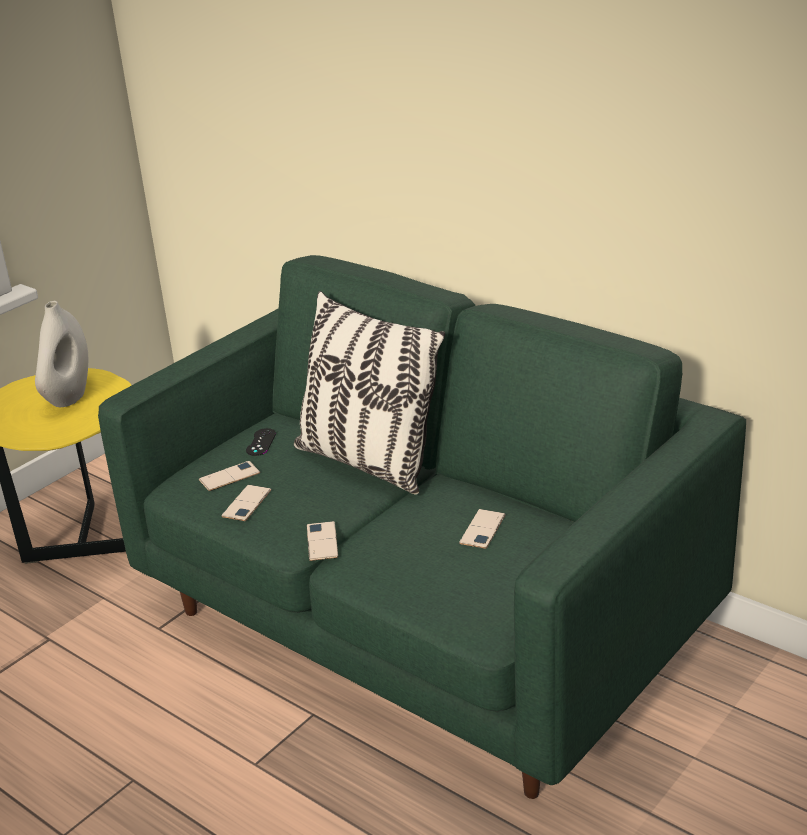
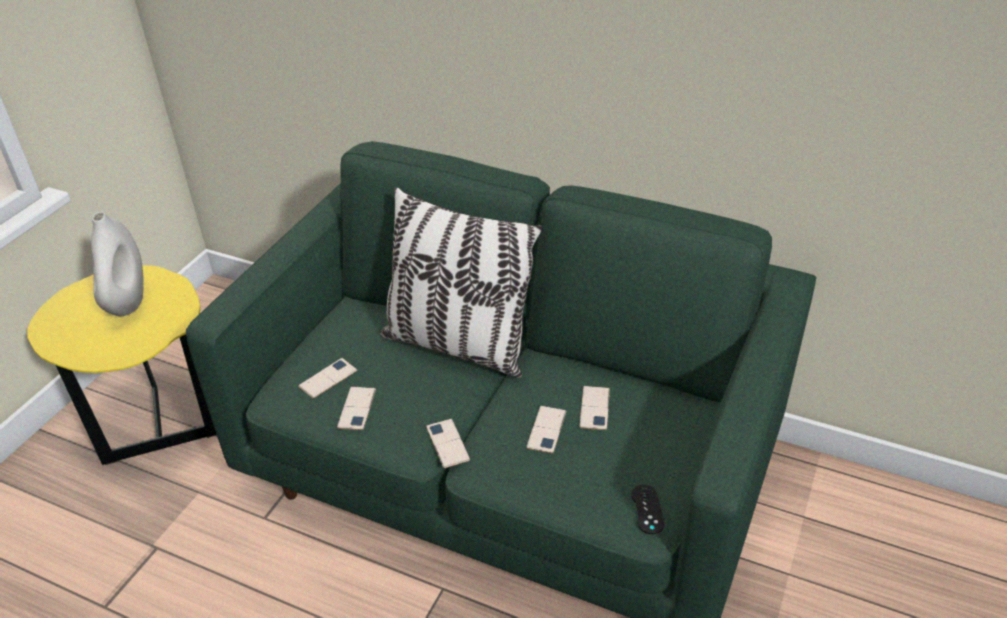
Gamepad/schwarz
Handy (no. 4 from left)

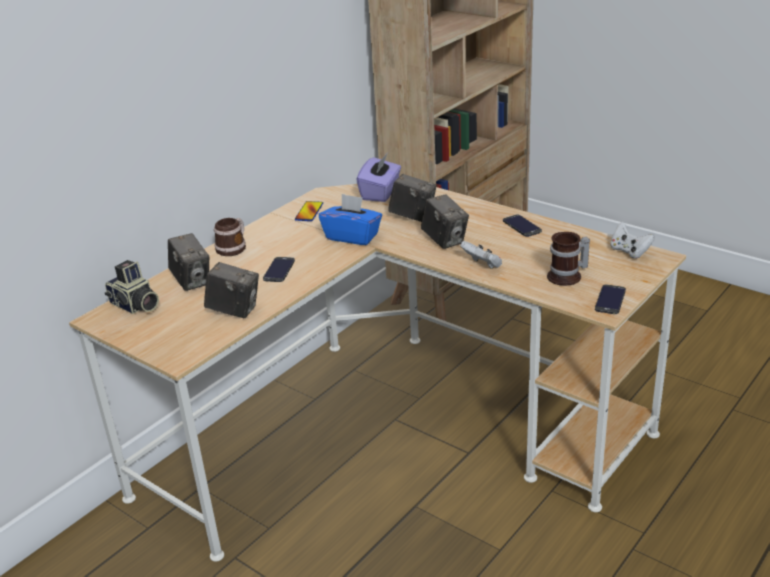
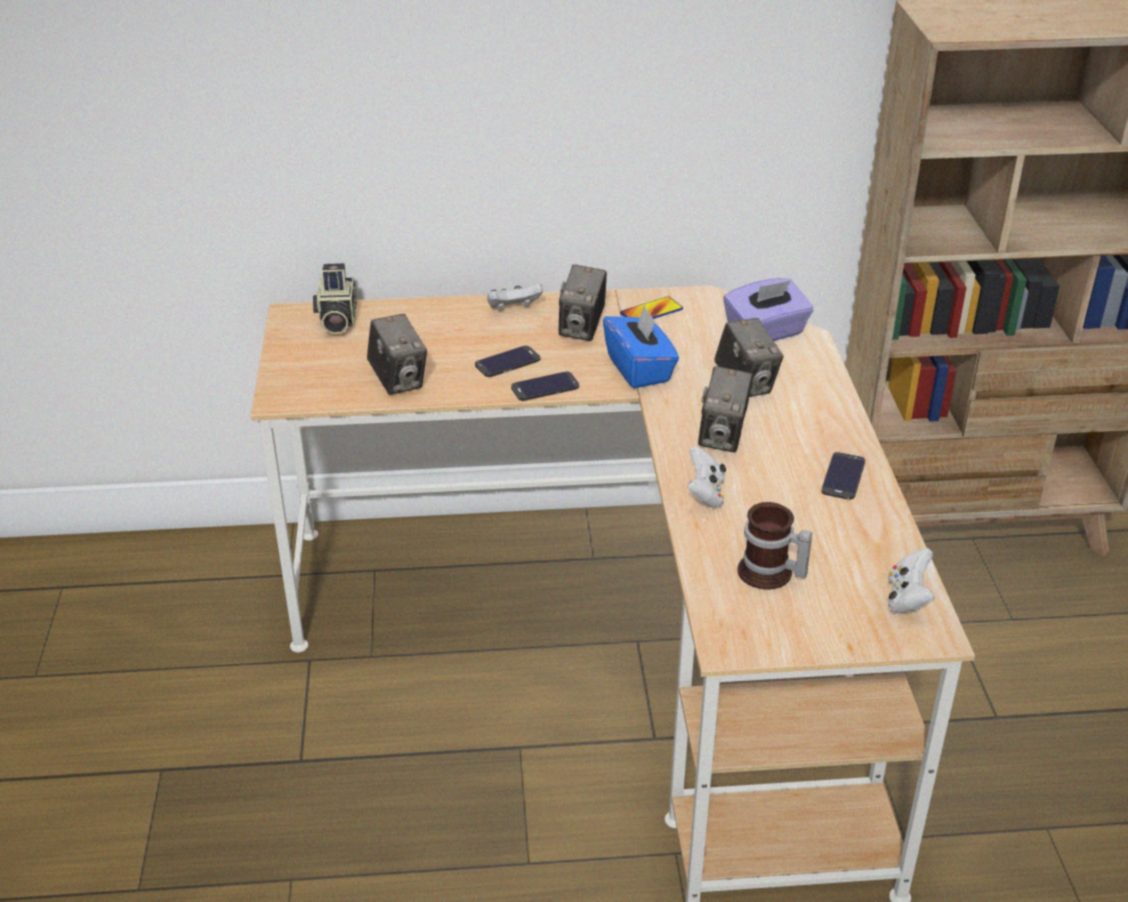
Kamera (no. 3 from left)
Gamepad/weiß (no. 1 from left)
Handy (no. 2 from left)

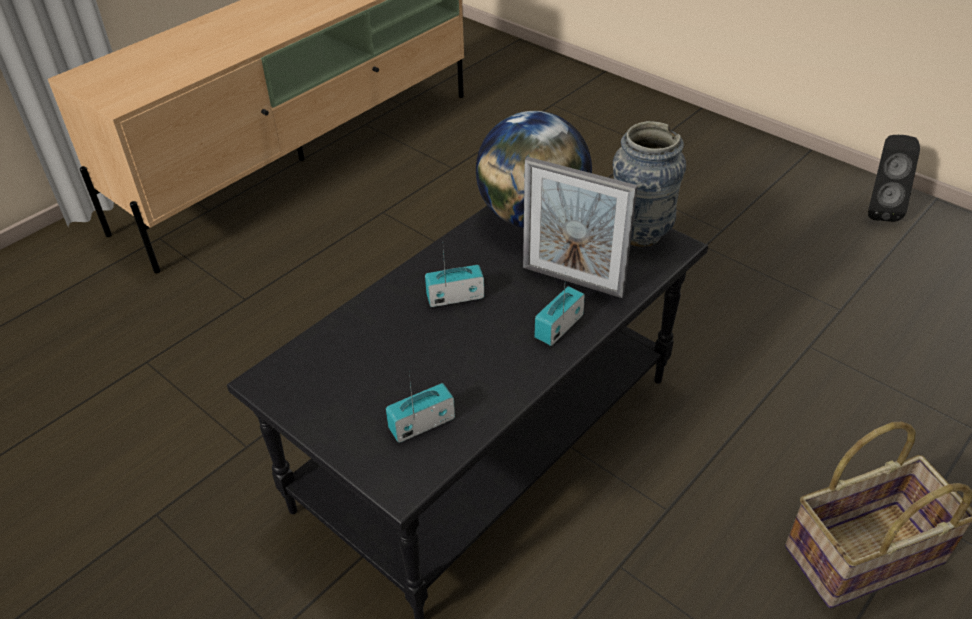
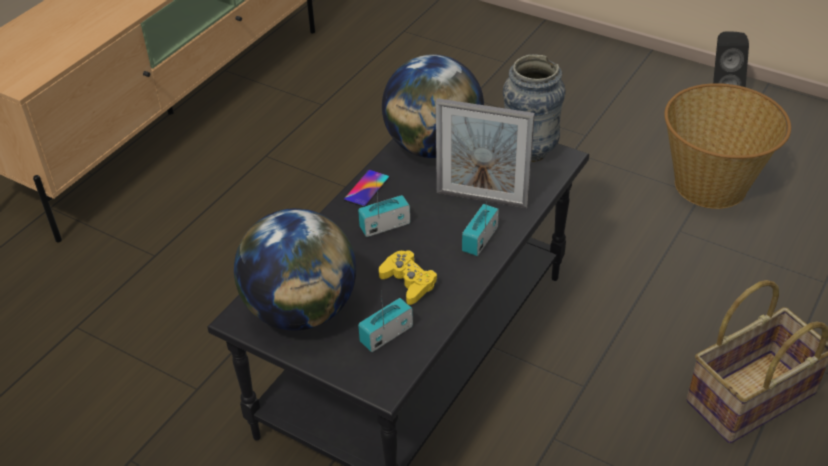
Globus (no. 1 from left)
Handy
Gamepad/gelb
Korb (no. 1 from left)

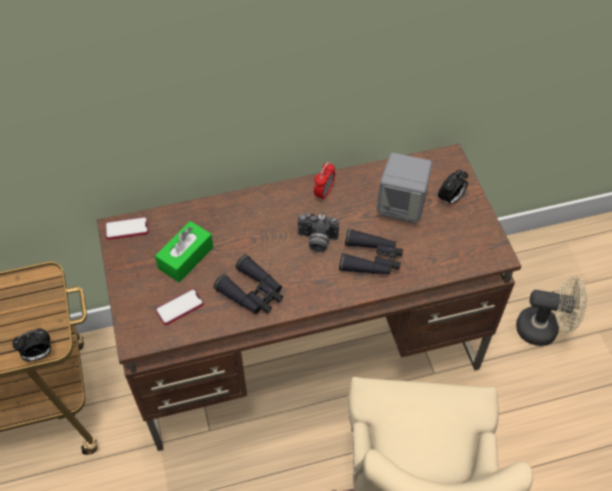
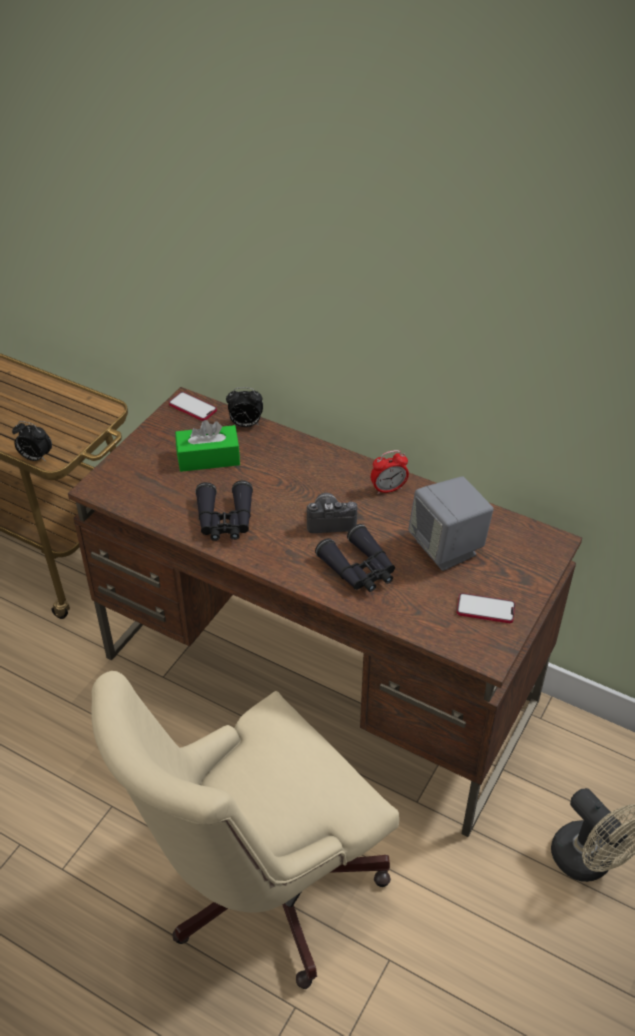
Handy (no. 2 from left)
Kamera
Wecker (no. 2 from left)

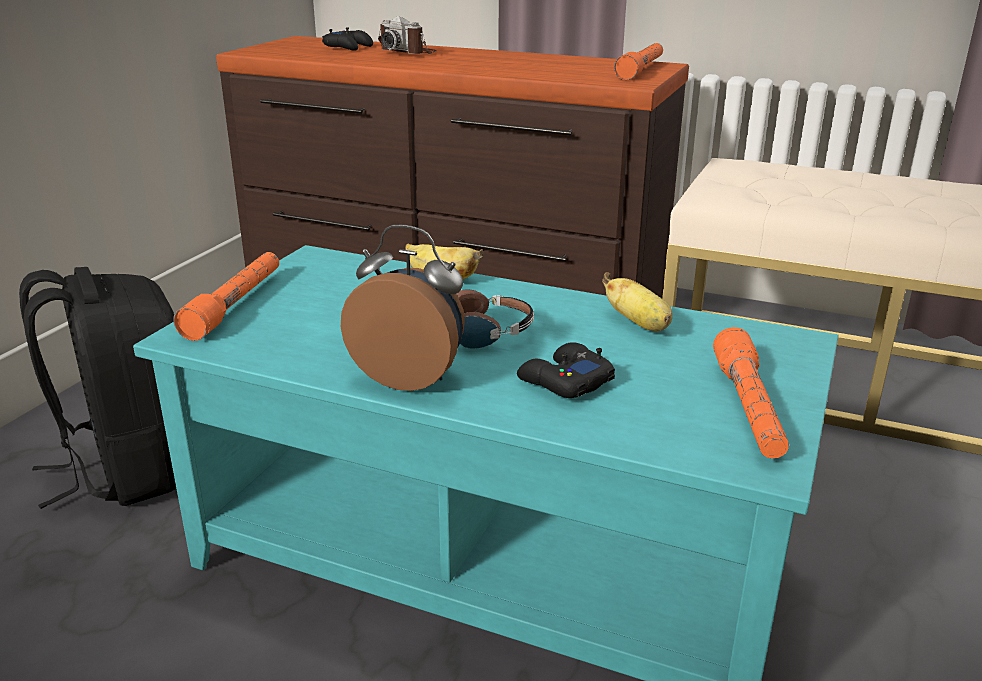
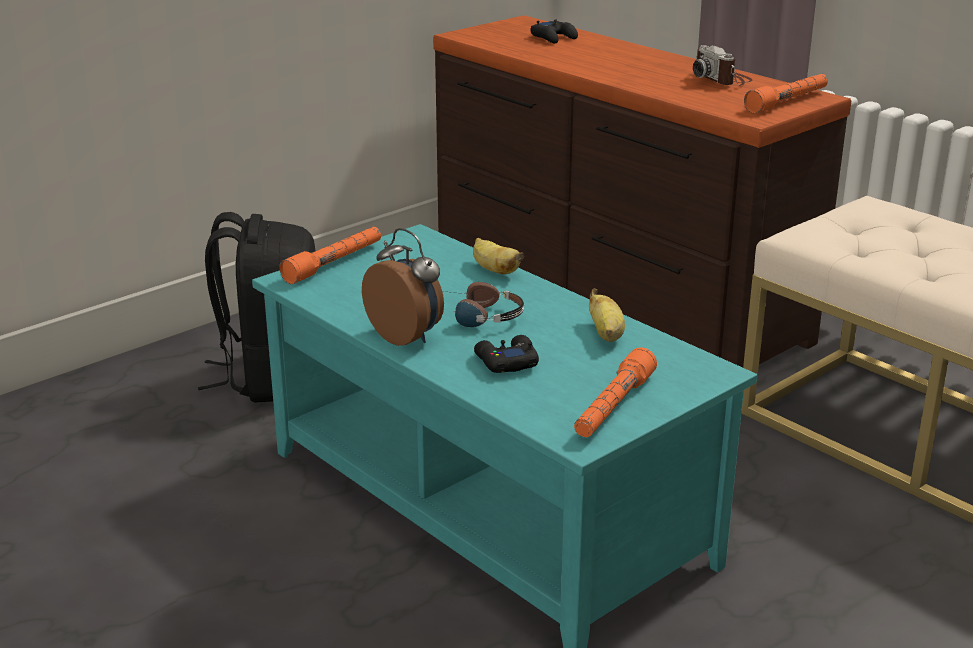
Kamera

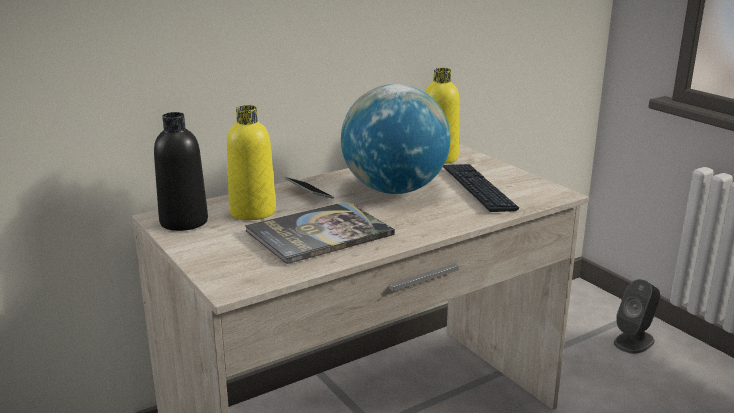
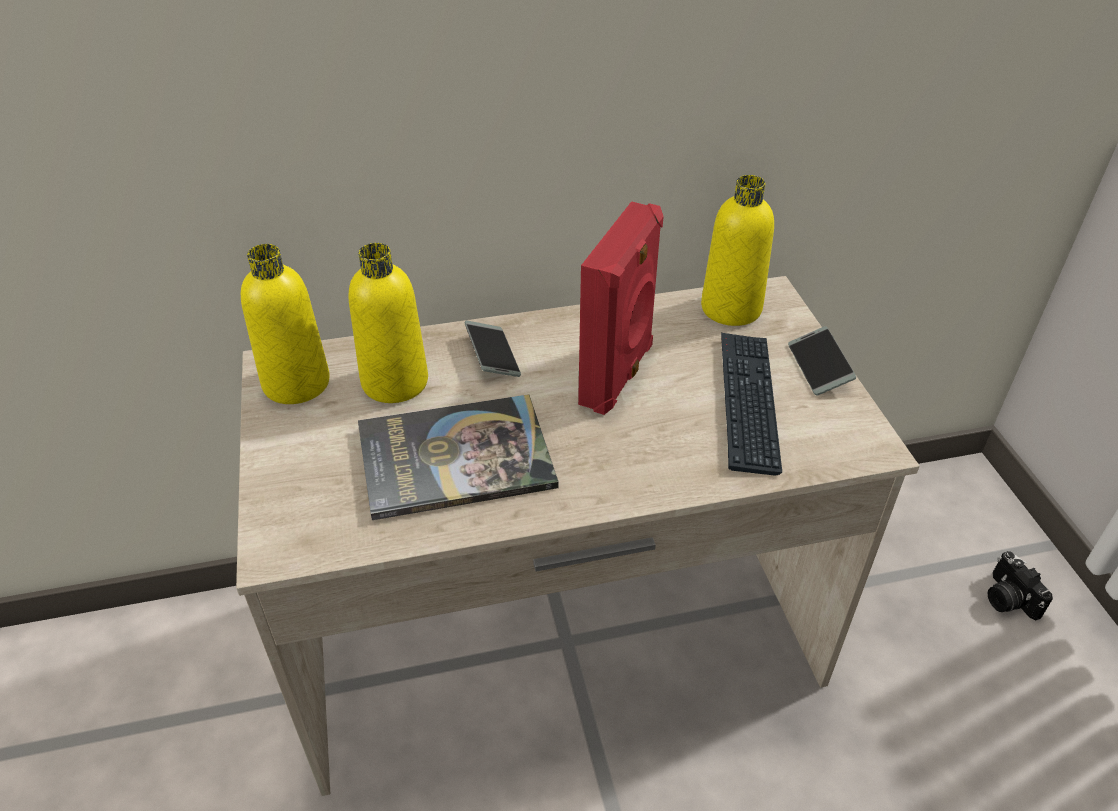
Flasche/gelb (no. 1 from left)
Lautsprecher/rot
Kamera
Handy (no. 2 from left)

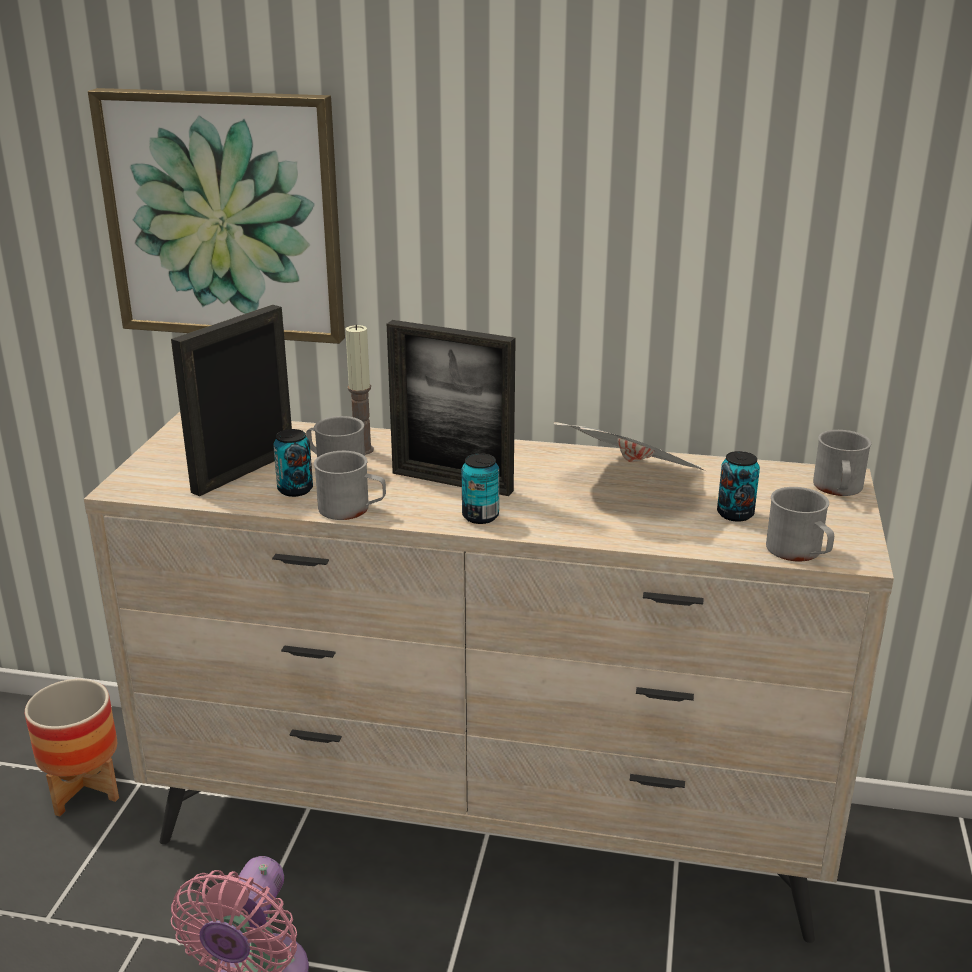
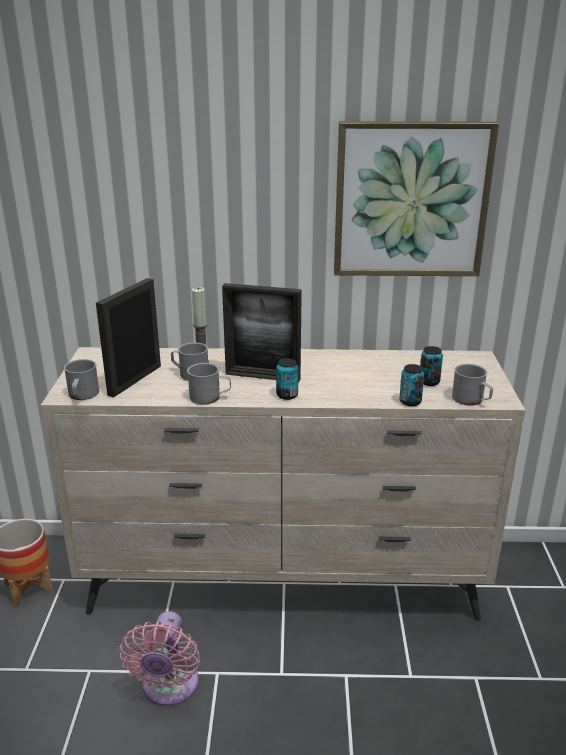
Bild
Dose (no. 2 from left)
Zeitung
Henkelbecher/grau (no. 1 from left)

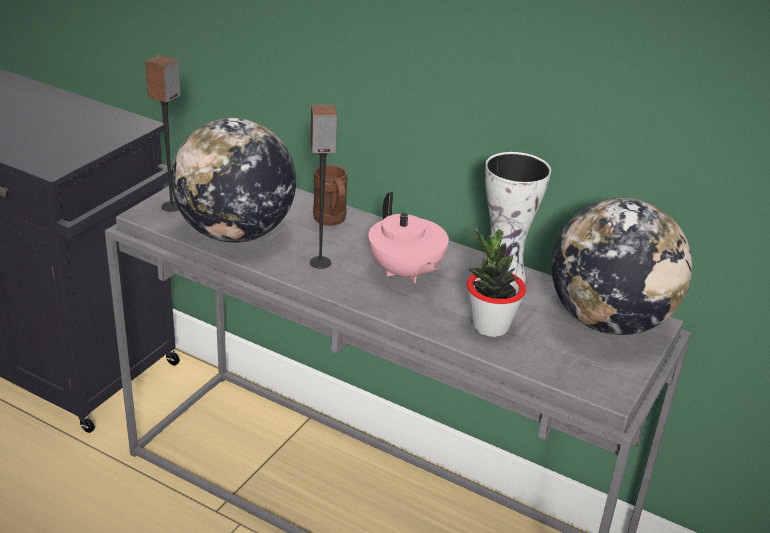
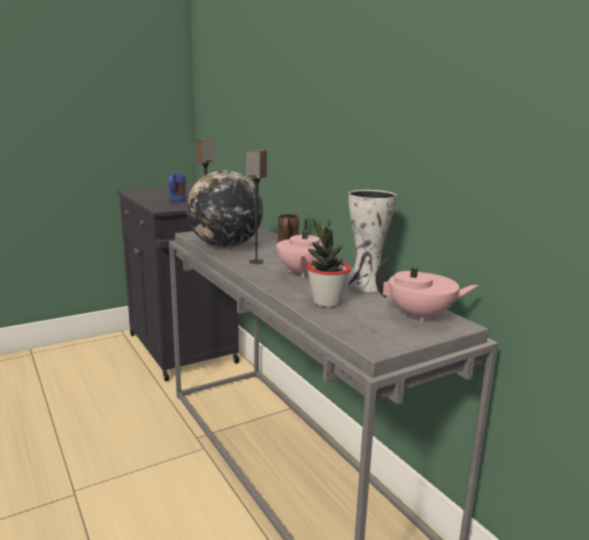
Teekanne/rosa (no. 2 from left)
Henkelbecher/blau

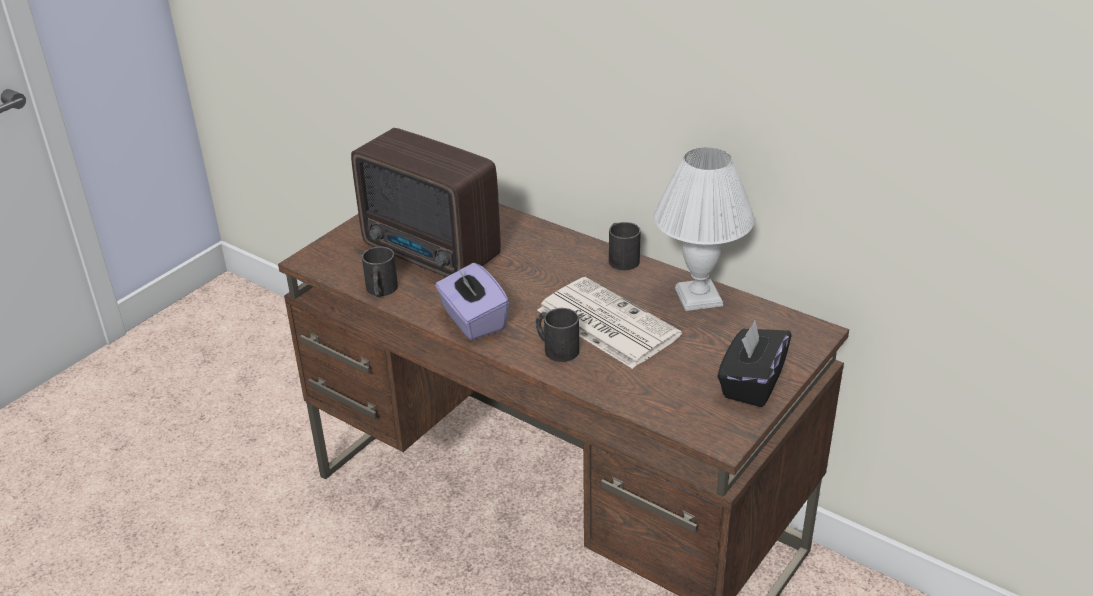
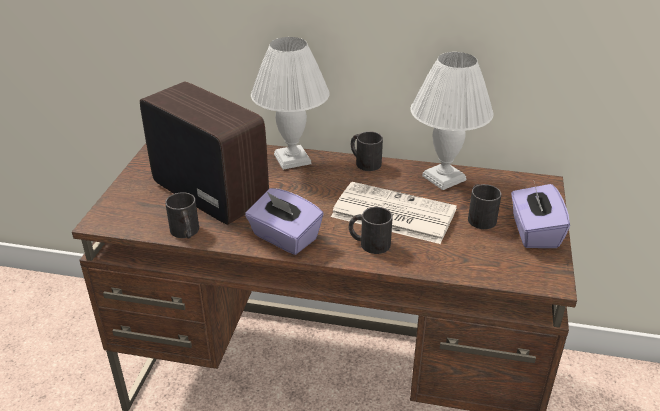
Radio
Taschentuchbox/lila (no. 2 from left)
Tischlampe/weiß (no. 1 from left)
Henkelbecher/schwarz (no. 4 from left)

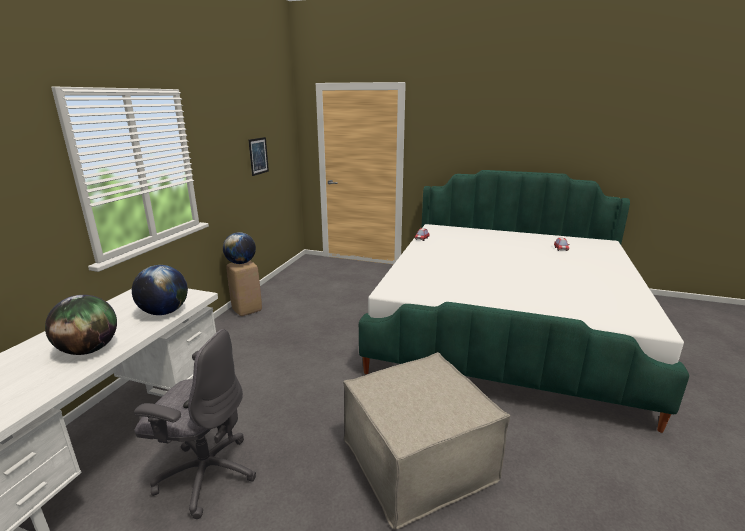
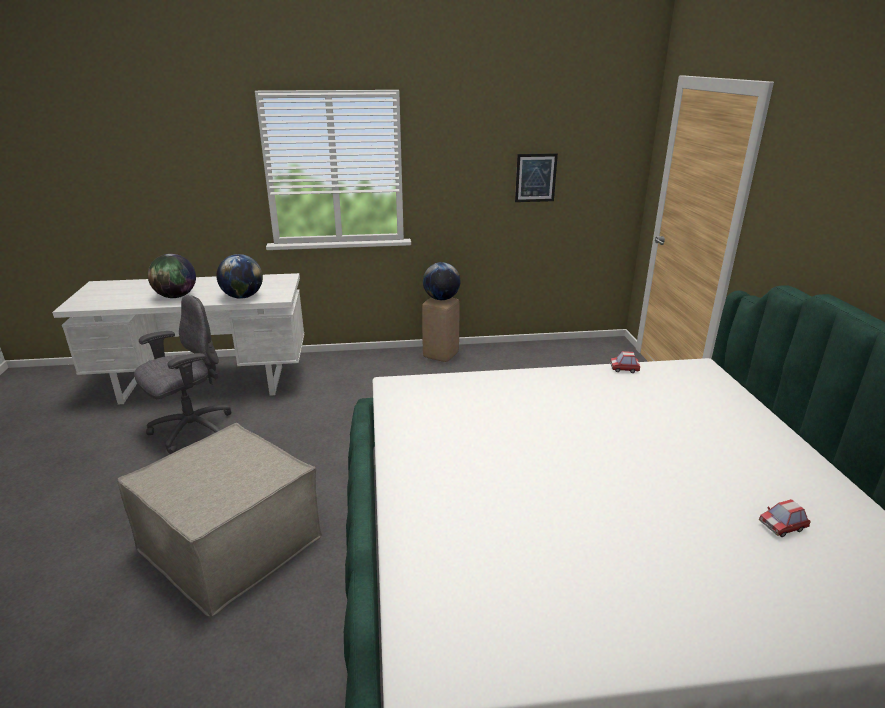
Bürostuhl/grau

